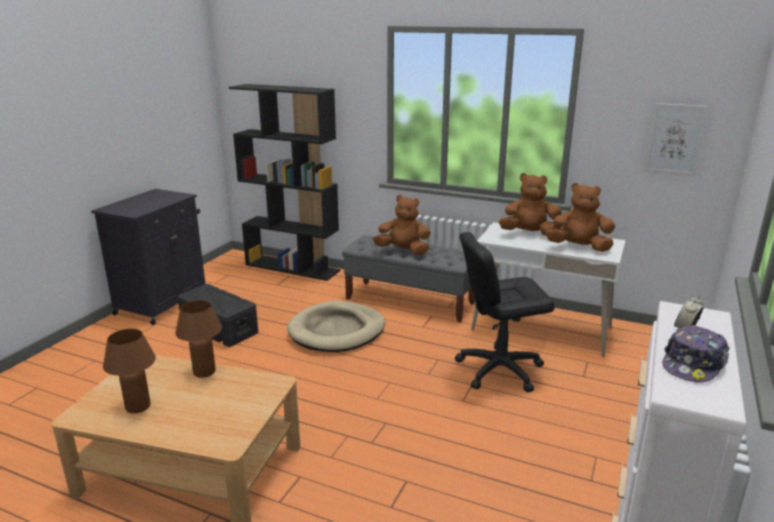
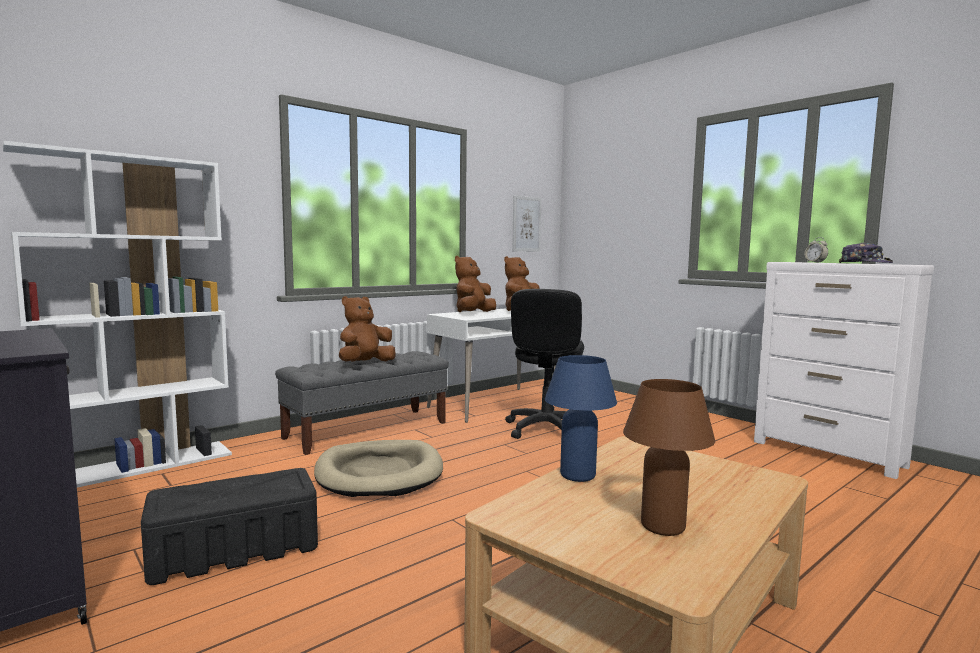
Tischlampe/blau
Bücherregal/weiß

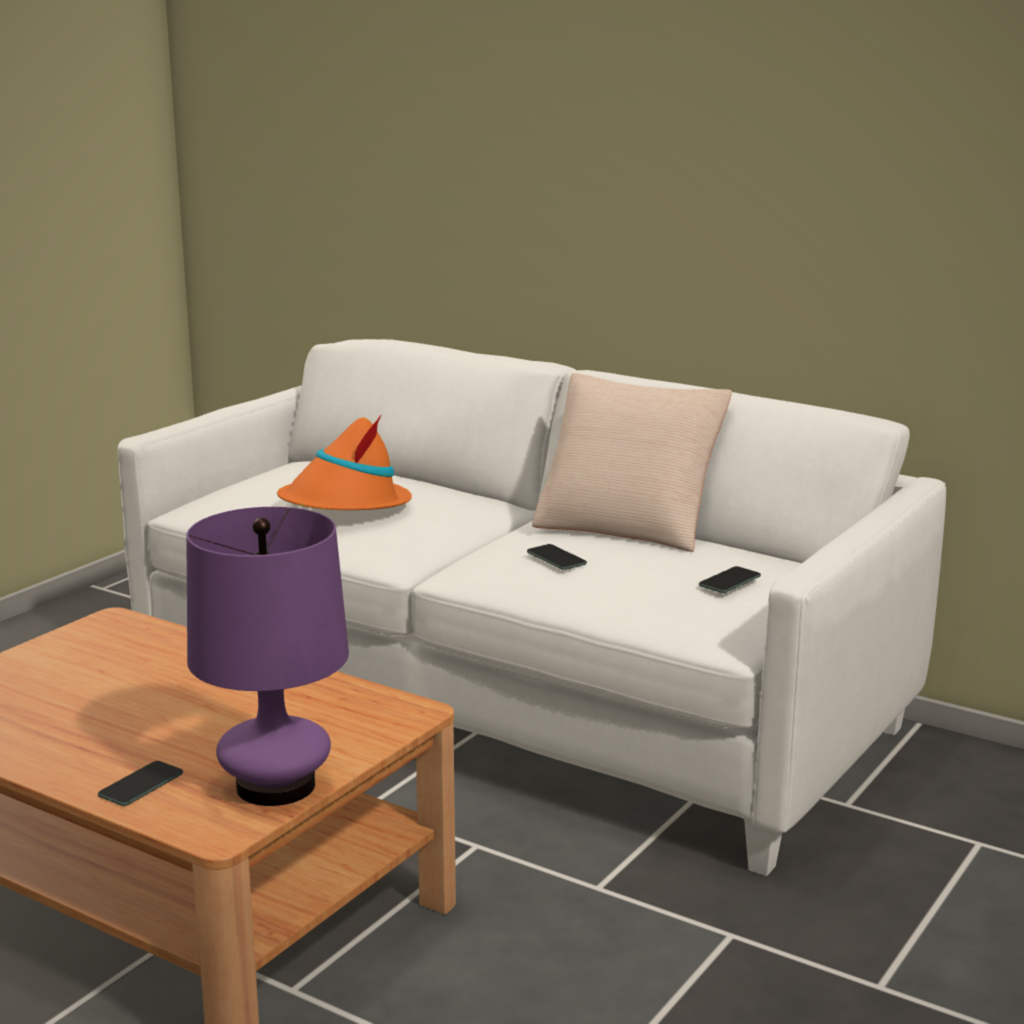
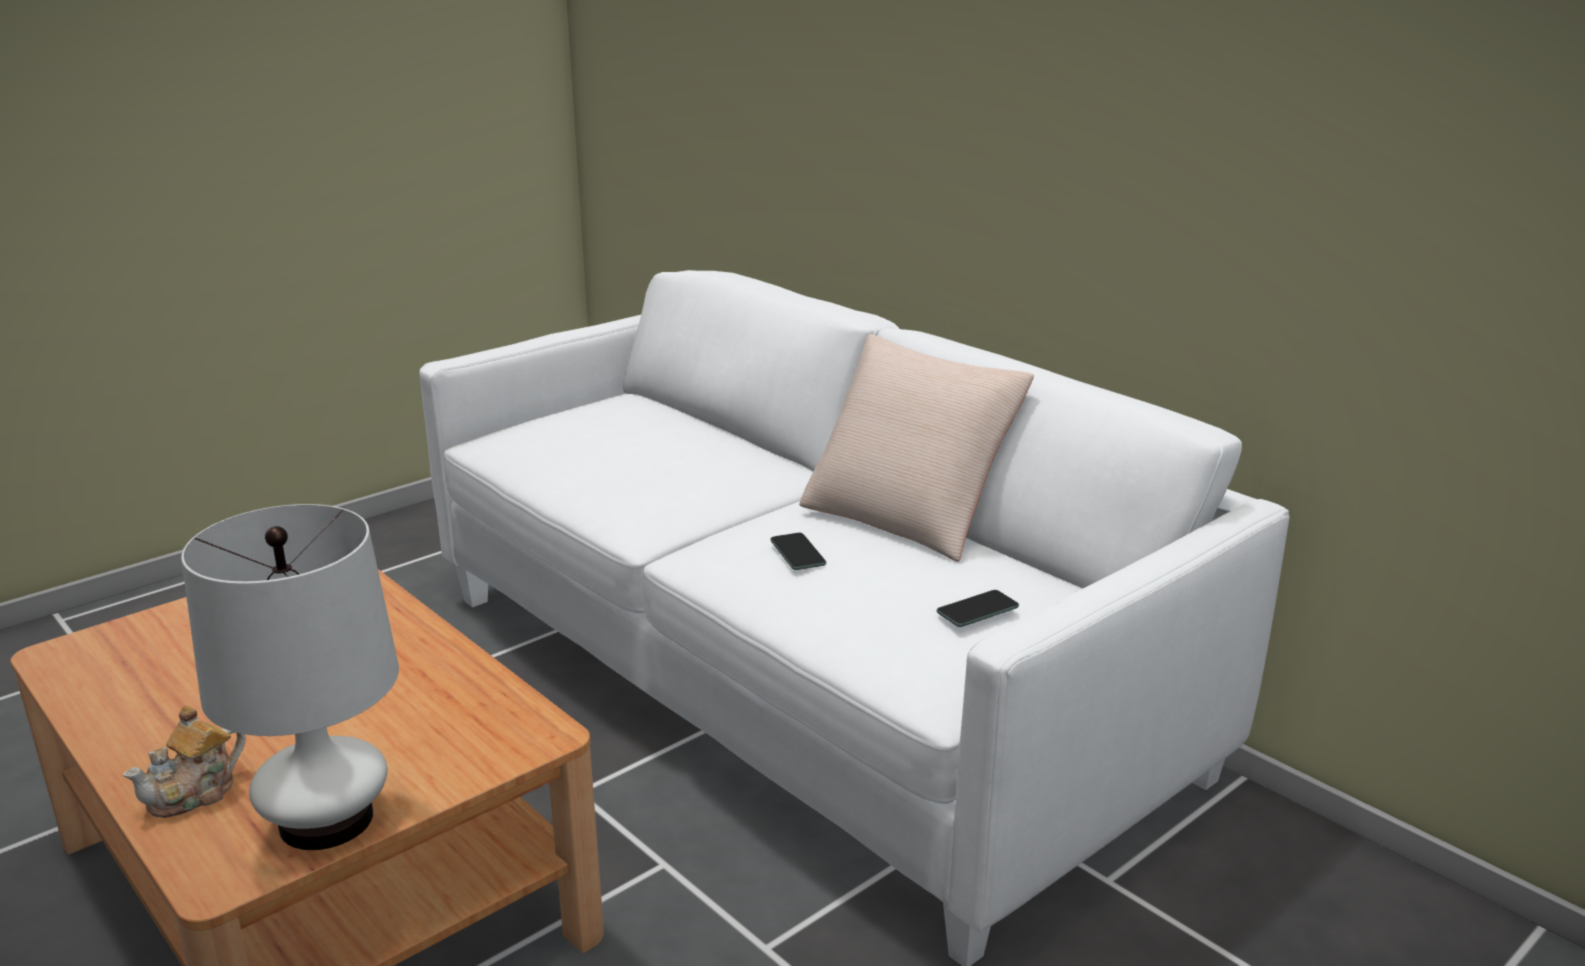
Teekanne
Tischlampe/weiß
Hut/orange

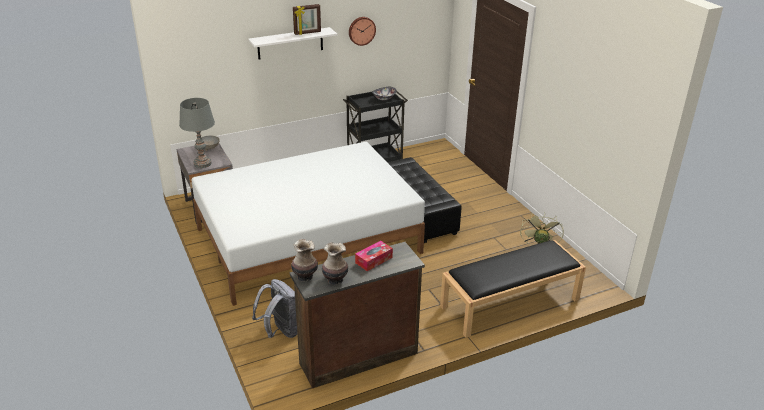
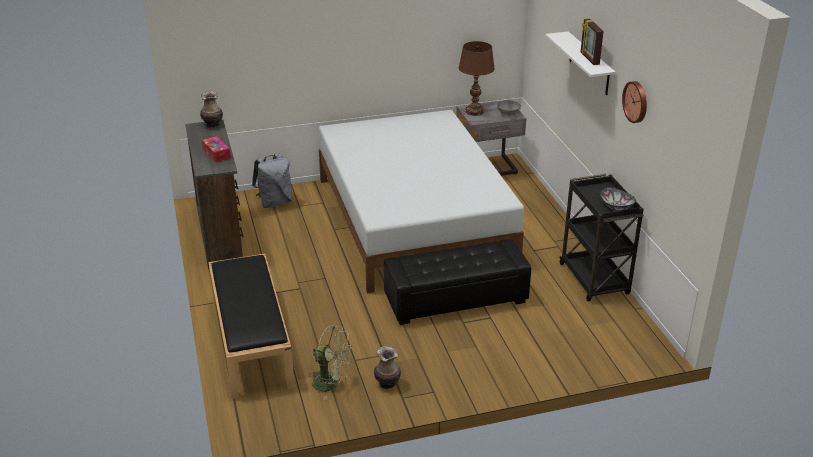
Tischlampe/braun
Vase (no. 2 from left)

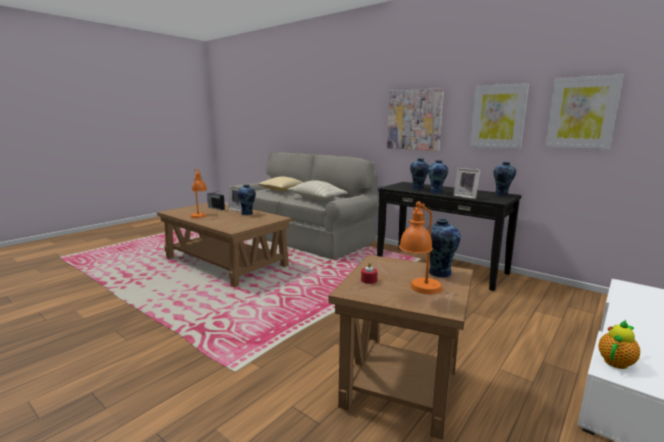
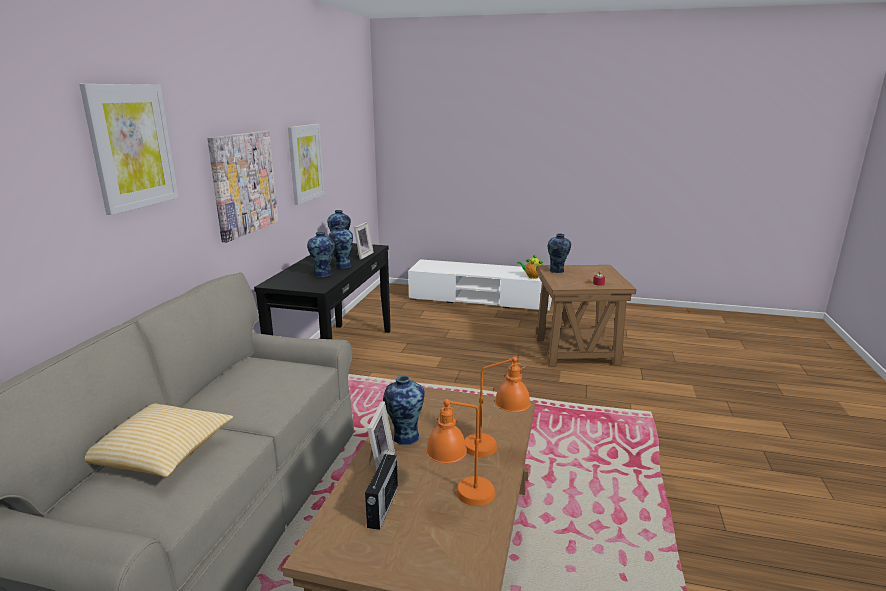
Kissen (no. 2 from left in the first image)
Tischlampe/orange (no. 2 from left)
Bild (no. 1 from left)

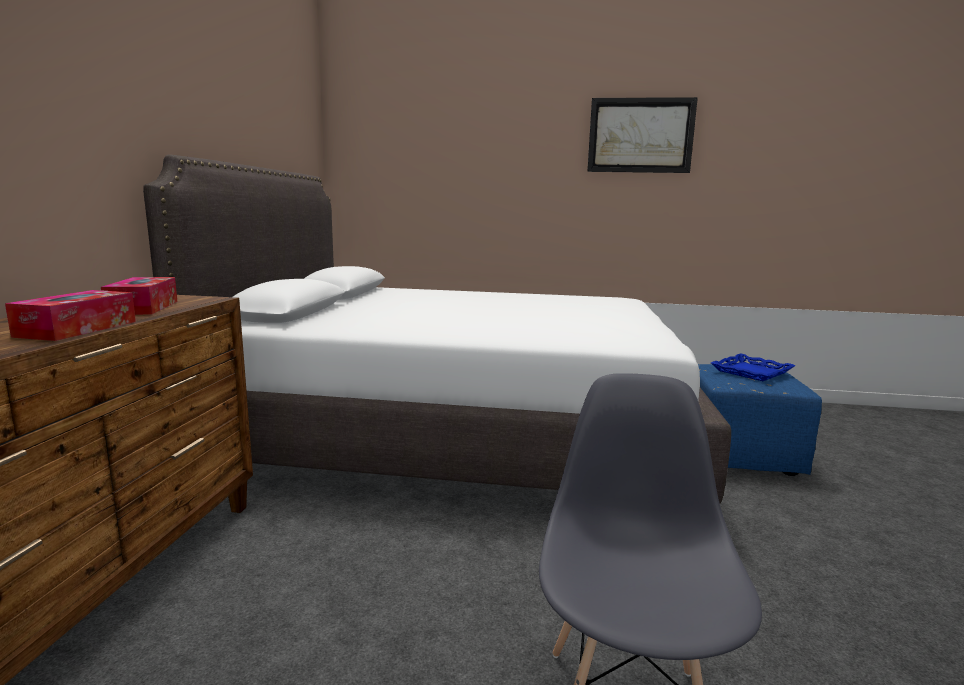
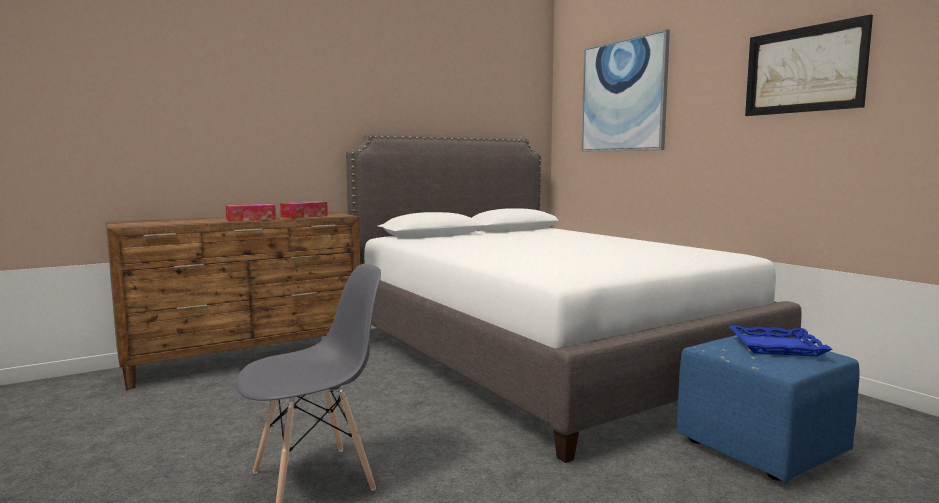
Bild (no. 1 from left)

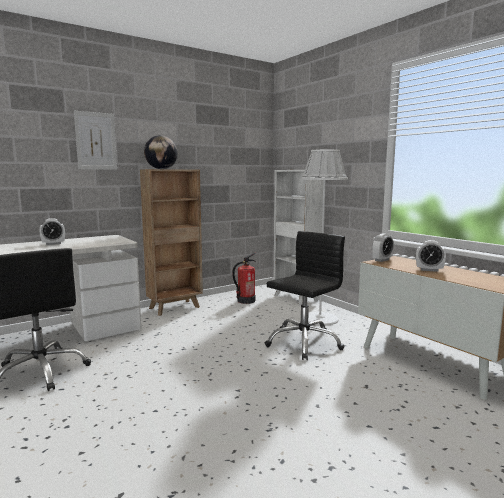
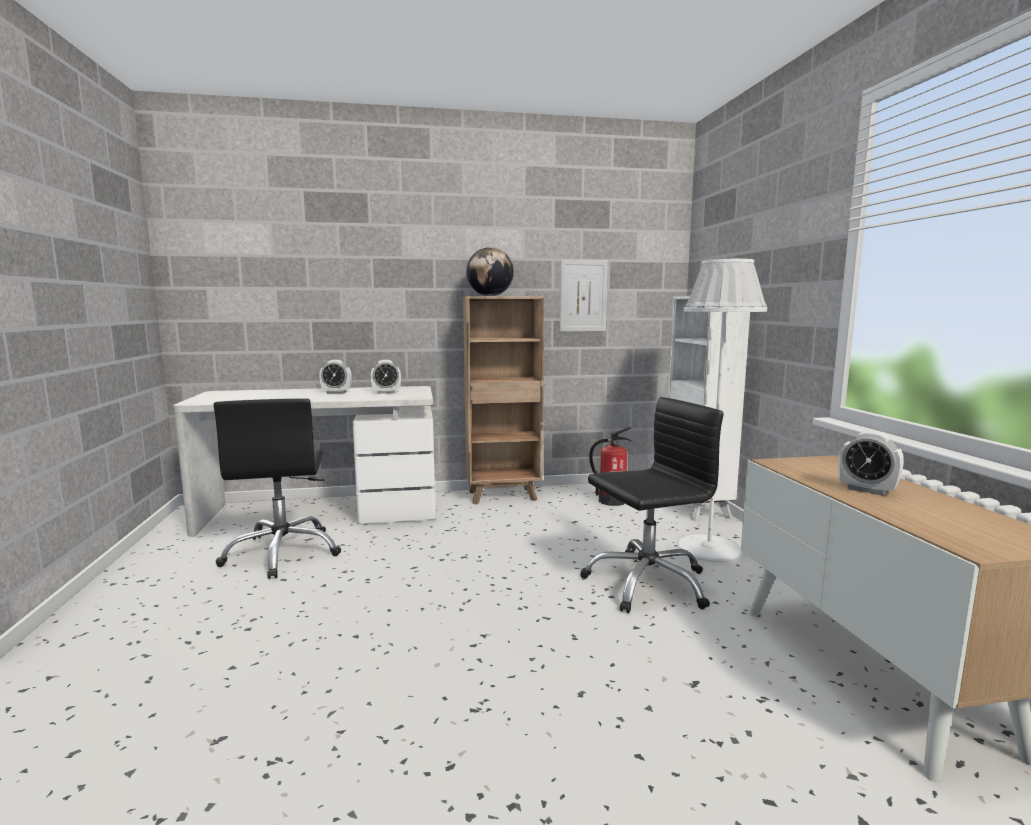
Bild
Wecker (no. 2 from left)

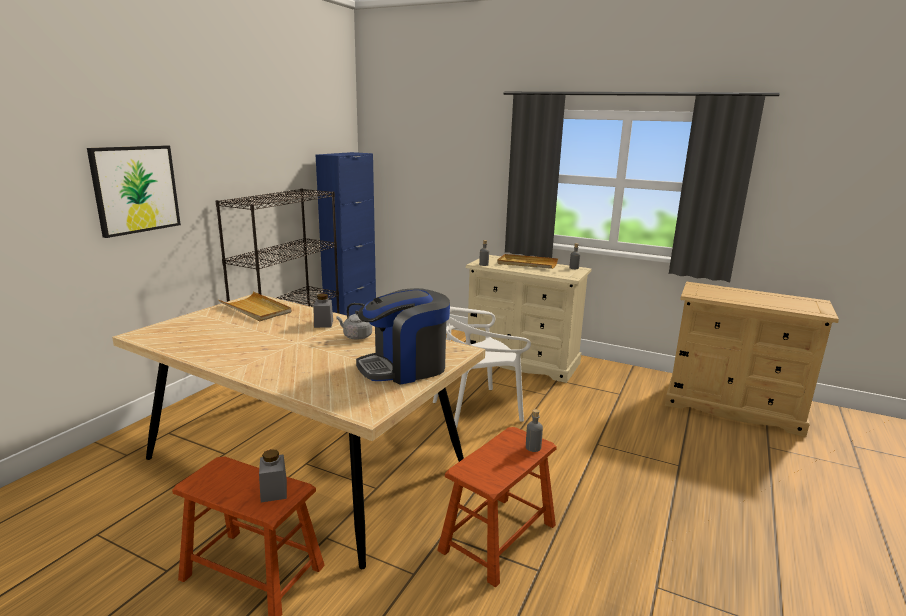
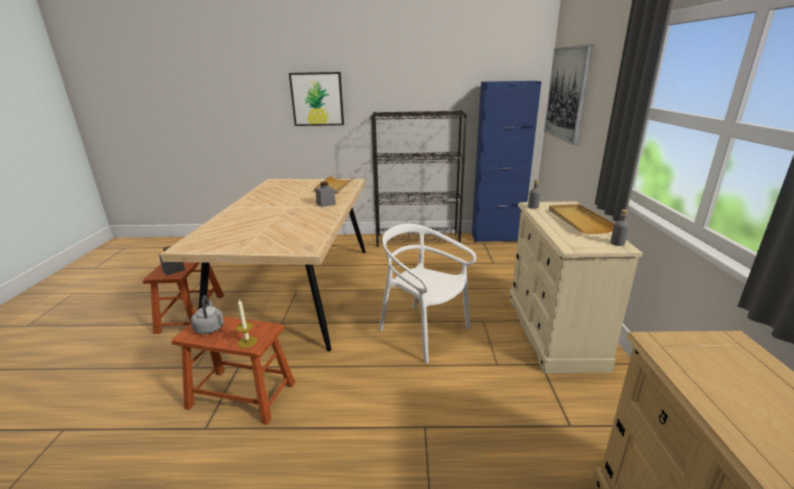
Wasserkessel/grau
Kaffeemaschine
Kerze
Bild (no. 2 from left)

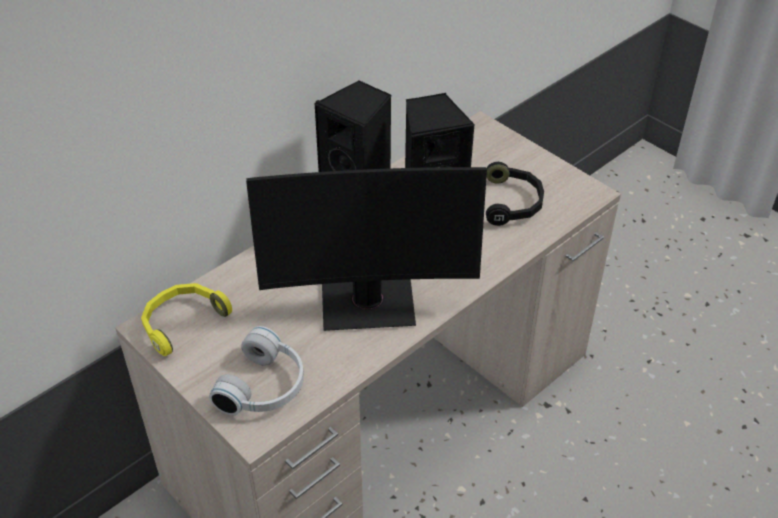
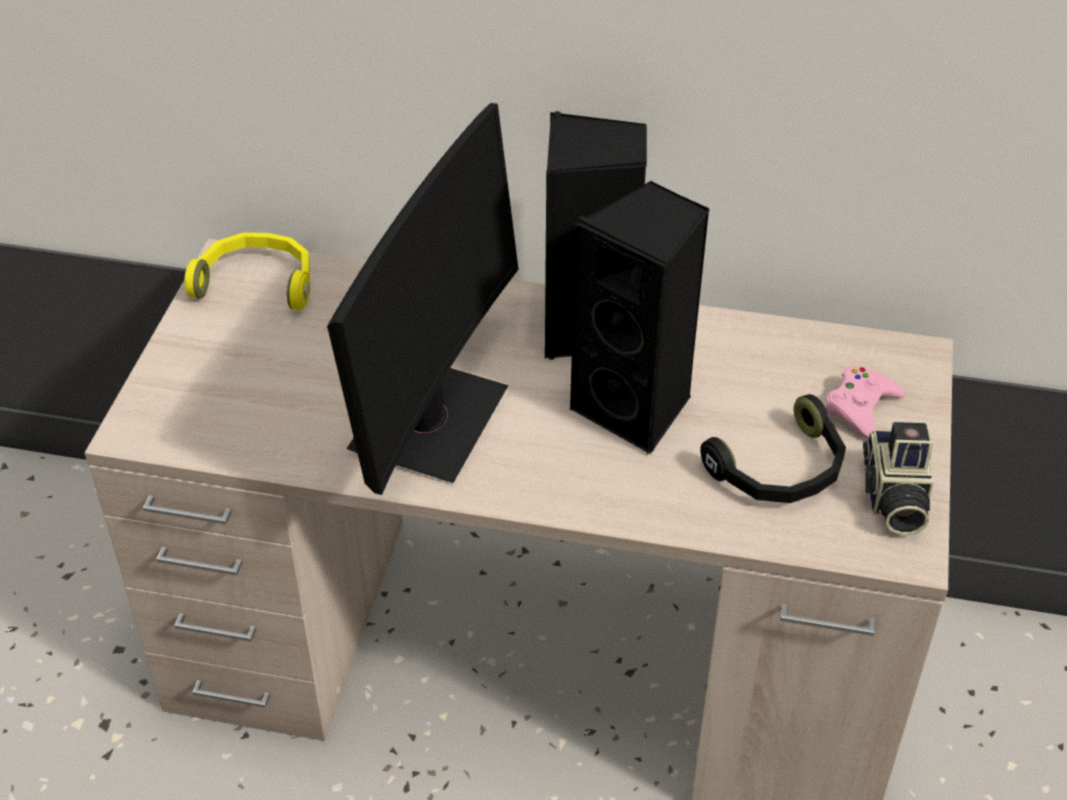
Kopfhörer/weiß
Monitor
Gamepad/rosa
Kamera

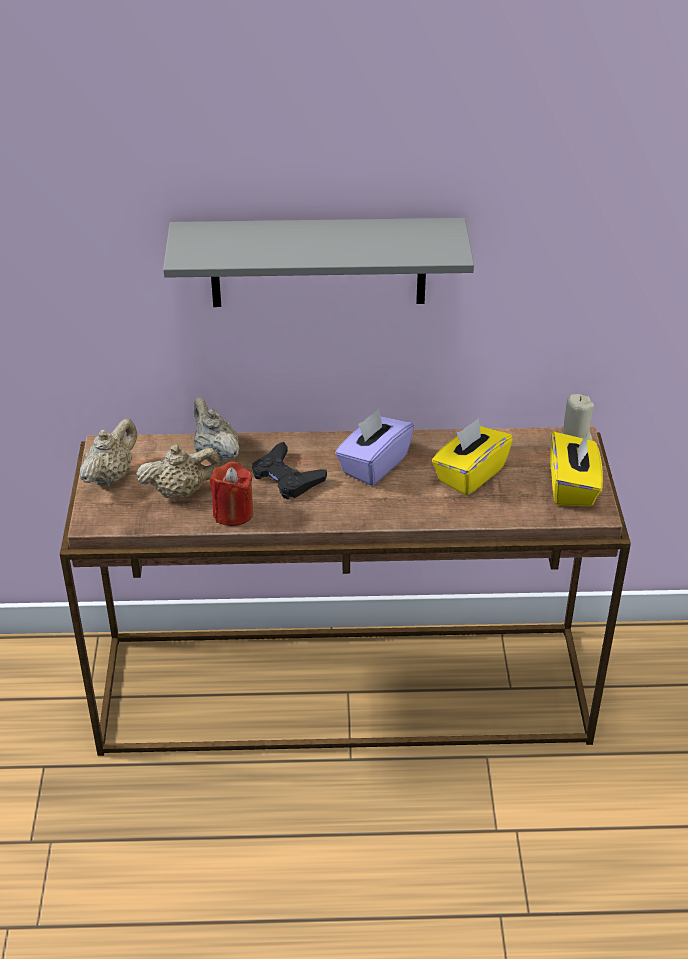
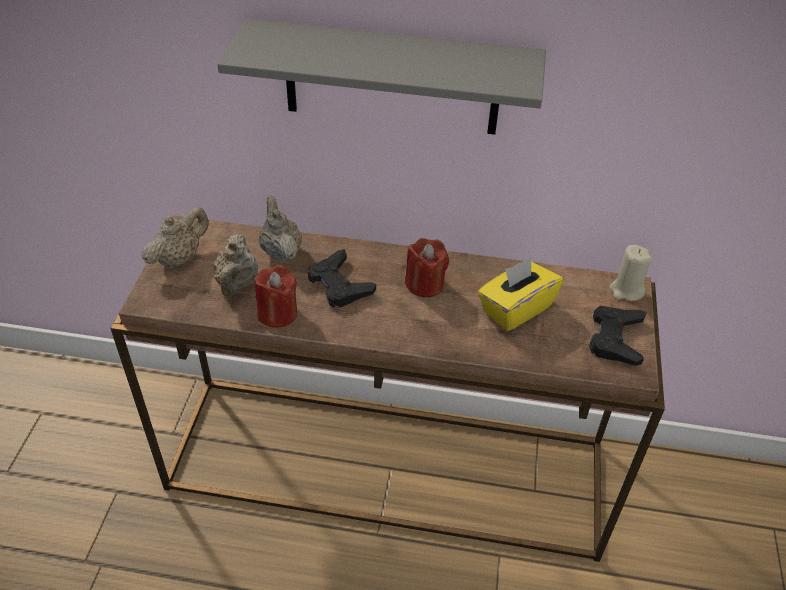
Teekanne/beige (no. 2 from left)
Kerze/rot (no. 2 from left)
Gamepad/schwarz (no. 2 from left)

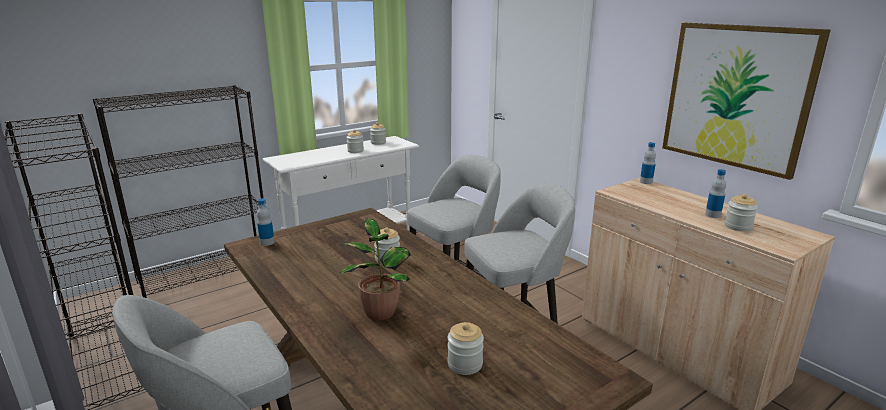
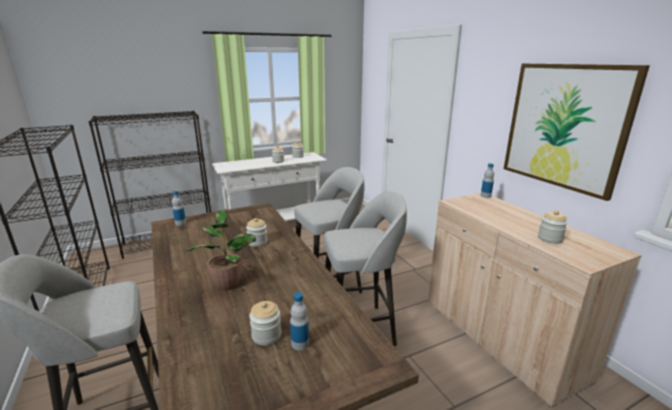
Flasche (no. 2 from left)

